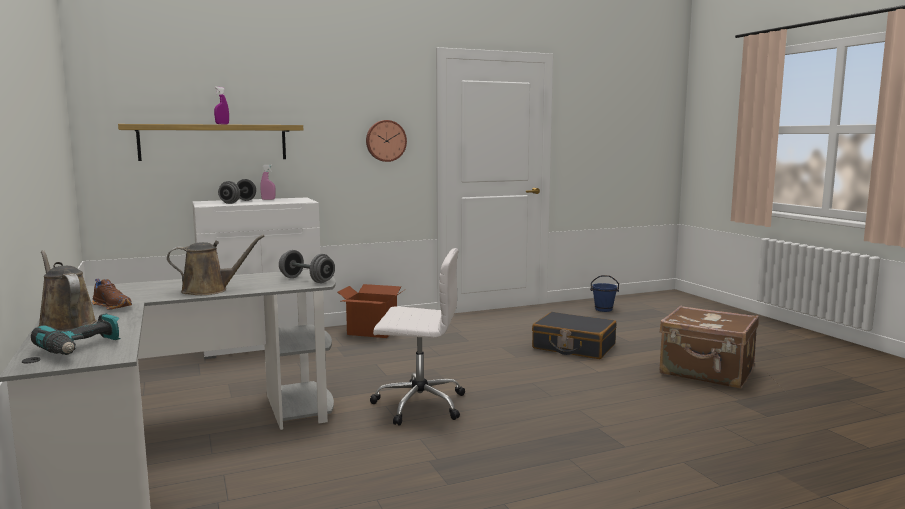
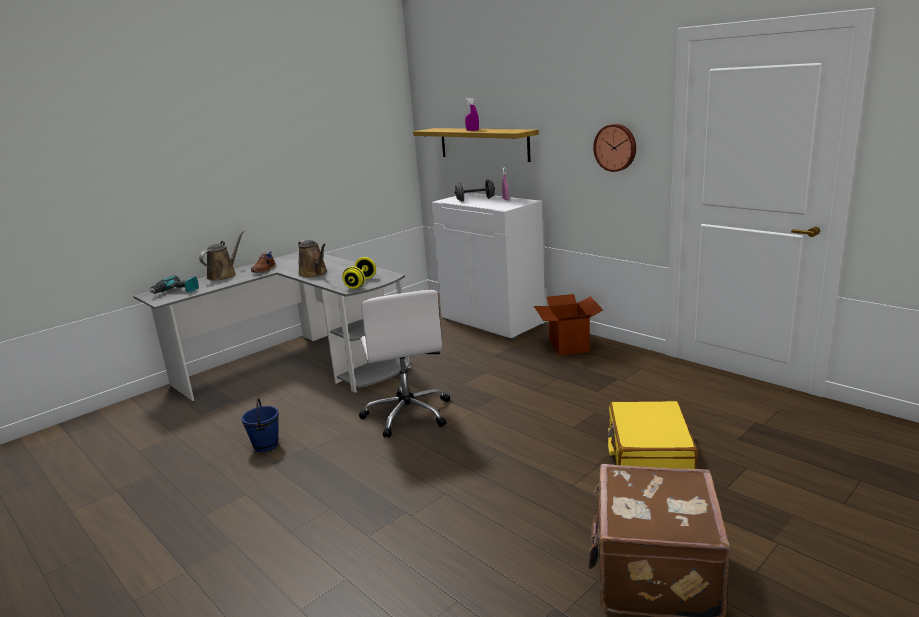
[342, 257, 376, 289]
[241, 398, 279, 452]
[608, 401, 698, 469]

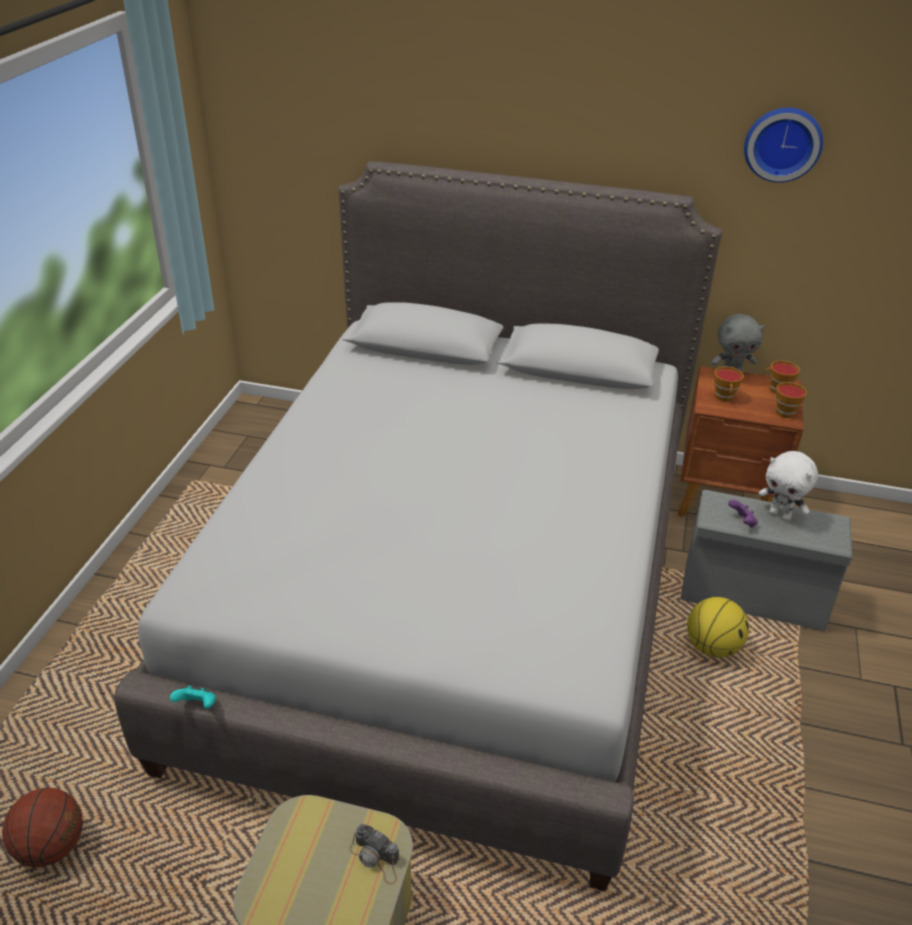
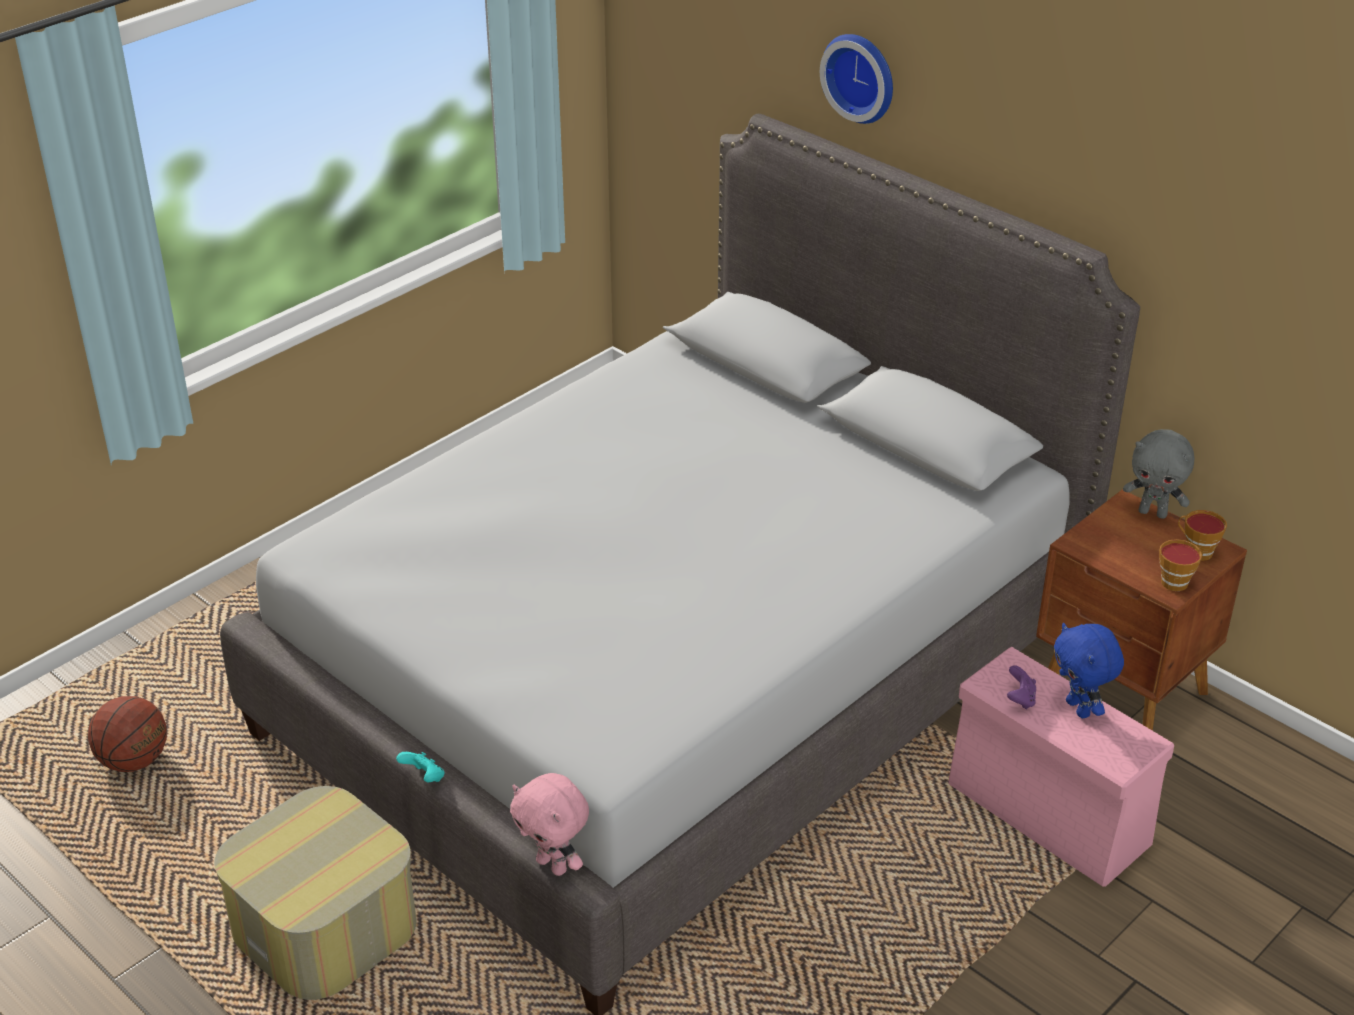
[820, 34, 893, 124]
[714, 366, 744, 402] (first image)
[1054, 623, 1124, 718]
[948, 647, 1174, 887]
[687, 597, 749, 658] (first image)
[396, 752, 444, 782]
[349, 824, 399, 885] (first image)
[510, 773, 589, 876]

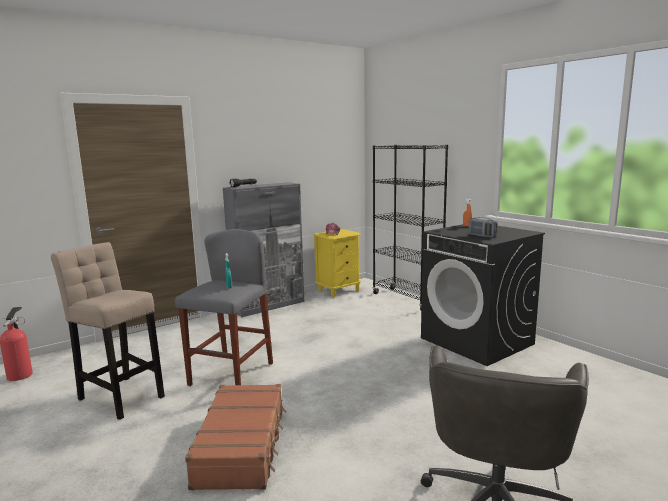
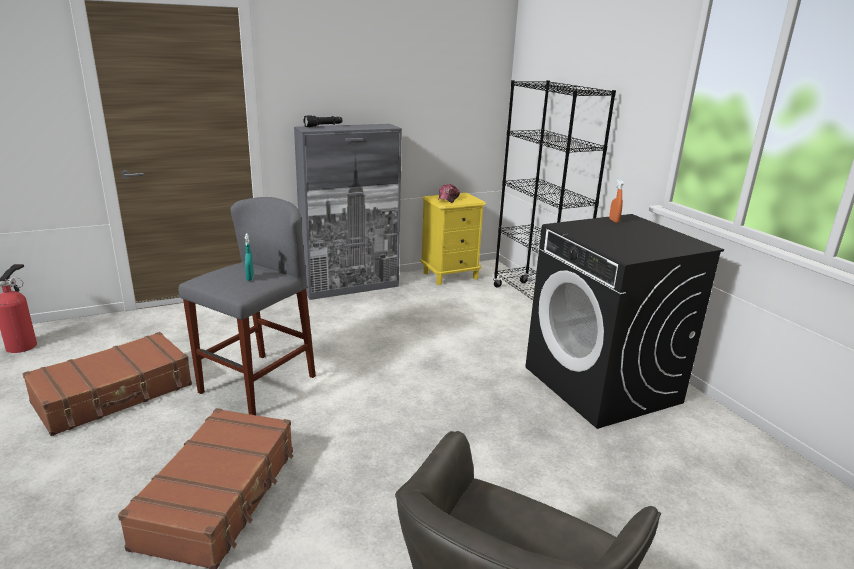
[469, 217, 498, 238] (first image)
[22, 332, 192, 436]

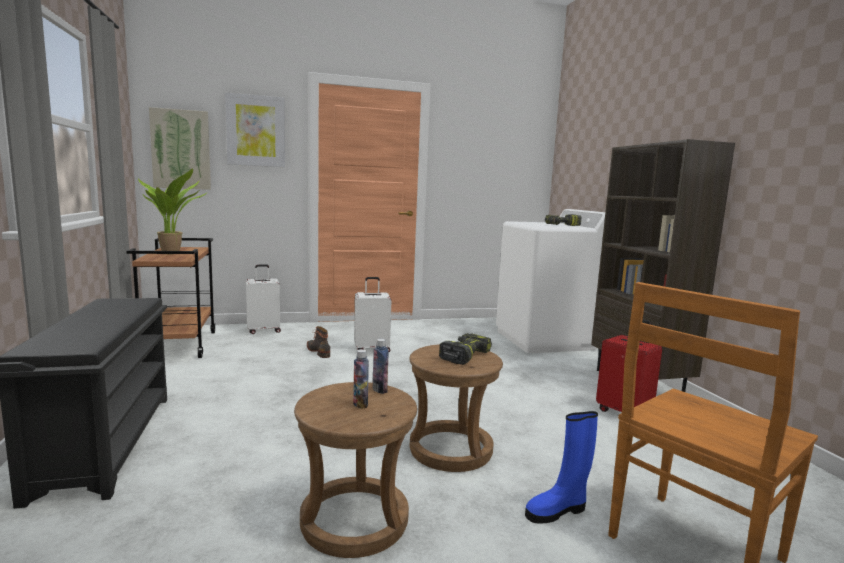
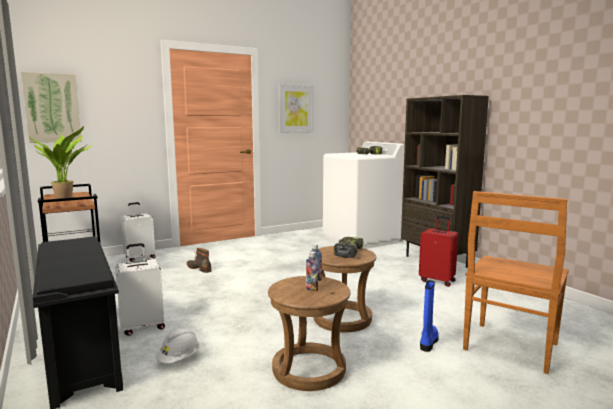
[278, 84, 313, 133]
[115, 243, 165, 336]
[420, 280, 439, 352]
[155, 328, 200, 363]

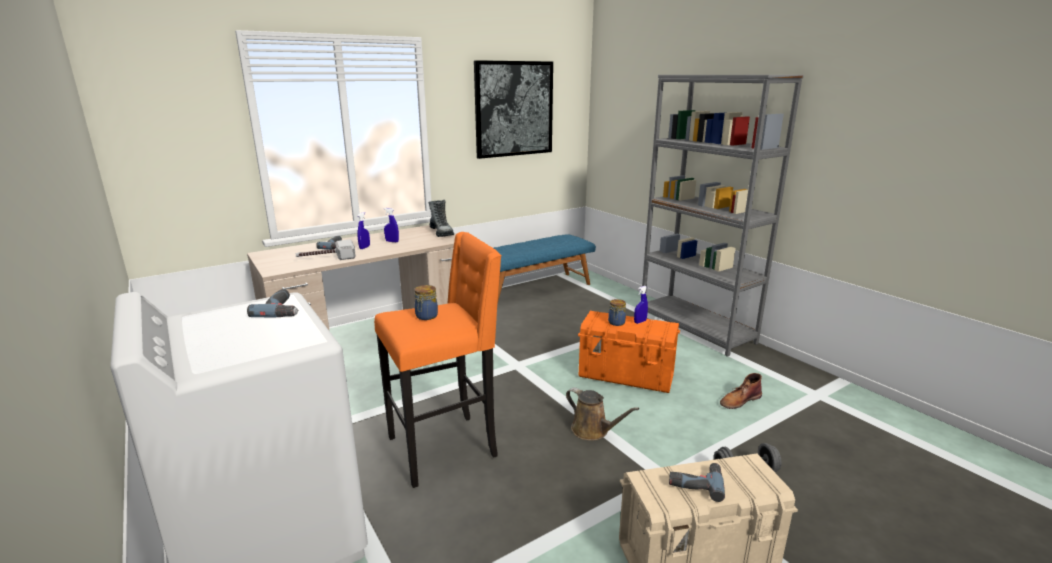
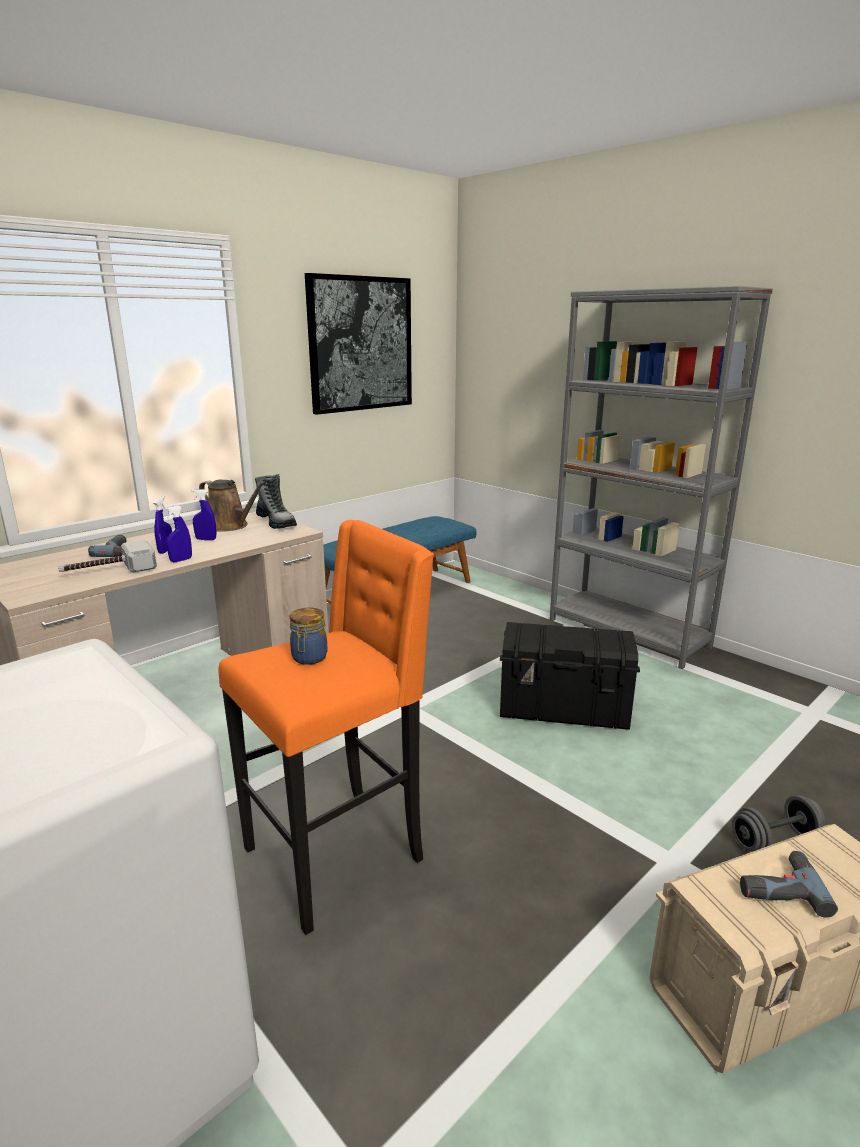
[164, 505, 192, 562]
[247, 289, 298, 317] (first image)
[608, 299, 626, 326] (first image)
[500, 622, 640, 730]
[720, 373, 762, 409] (first image)
[199, 479, 266, 532]

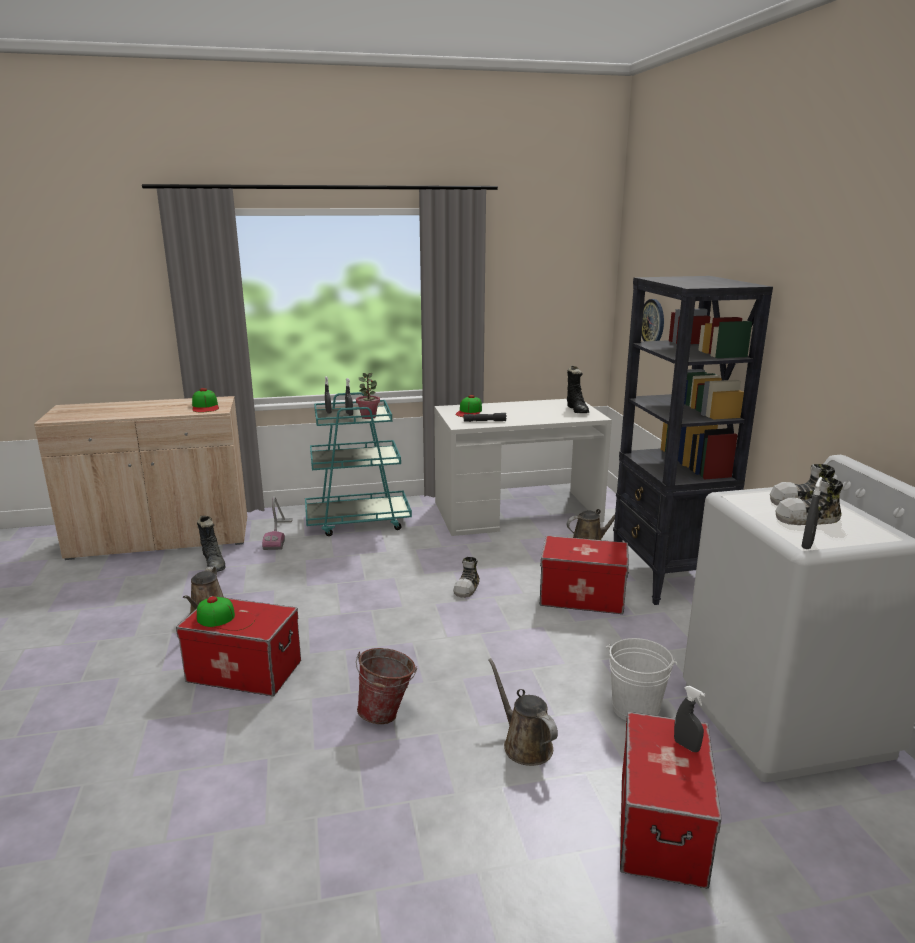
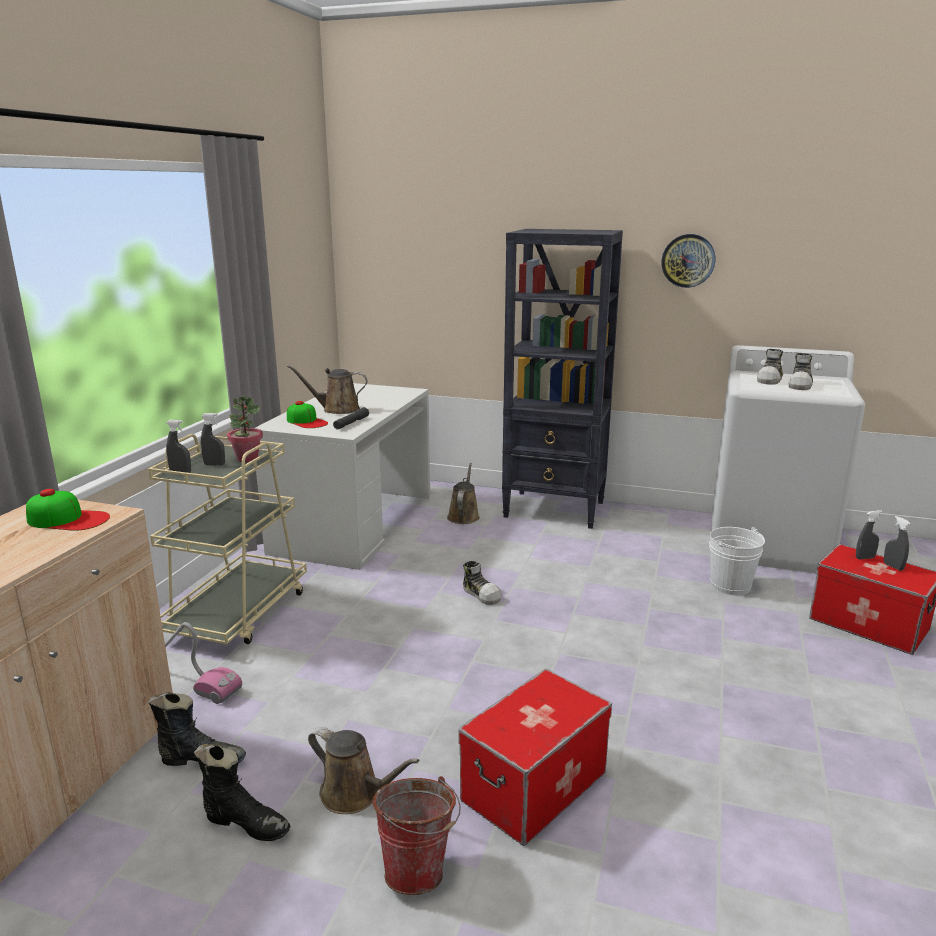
[662, 234, 715, 288]
[194, 744, 290, 841]
[148, 434, 307, 644]
[884, 516, 911, 571]
[540, 536, 629, 614] (first image)
[197, 596, 255, 631] (first image)
[373, 776, 461, 895]
[287, 365, 368, 414]

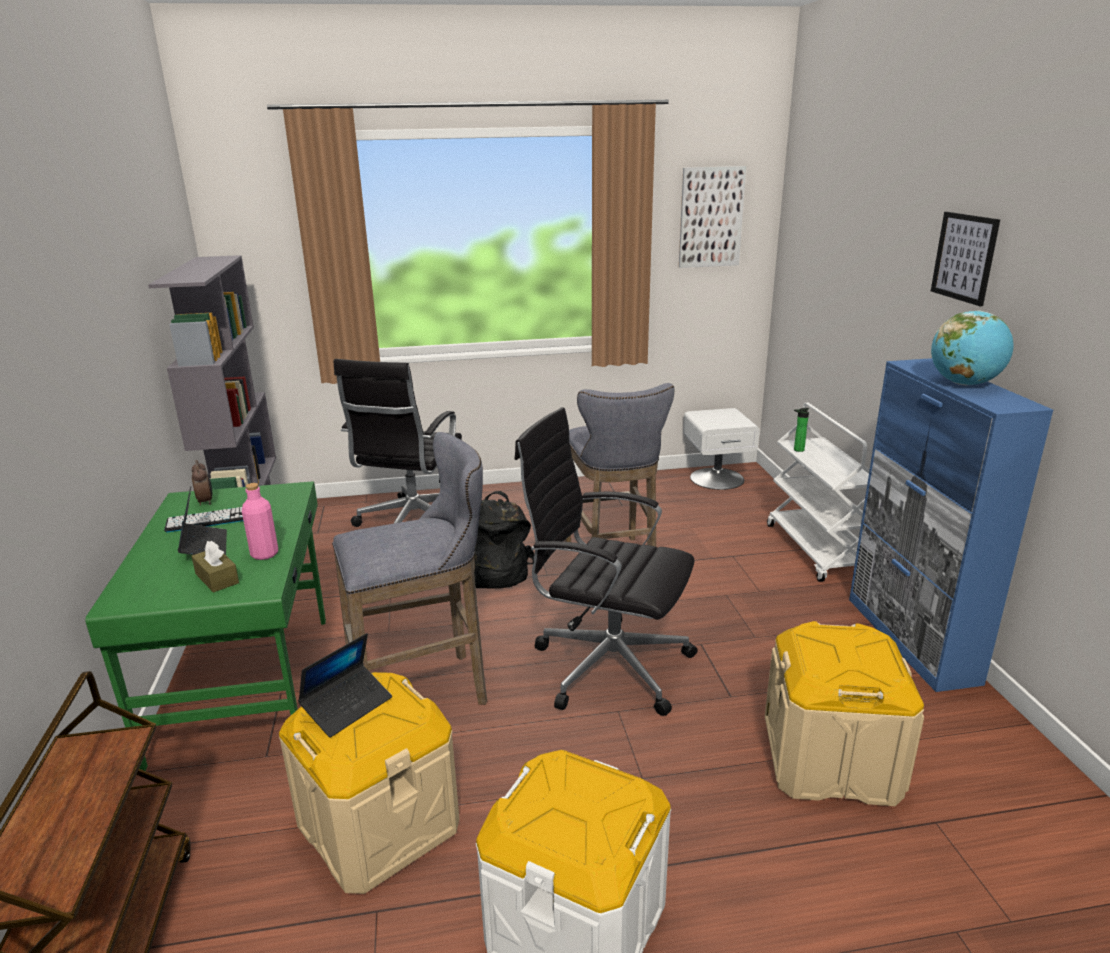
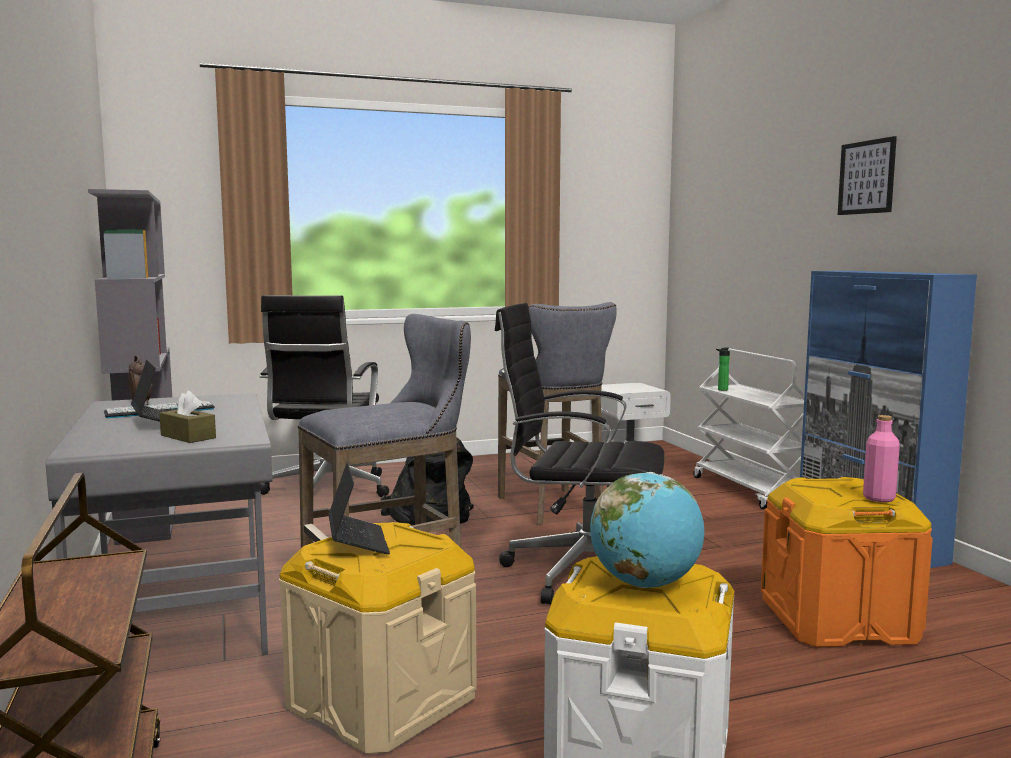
[679, 166, 746, 268] (first image)
[590, 472, 705, 588]
[46, 393, 272, 655]
[863, 415, 900, 502]
[761, 477, 933, 647]
[328, 462, 390, 554]

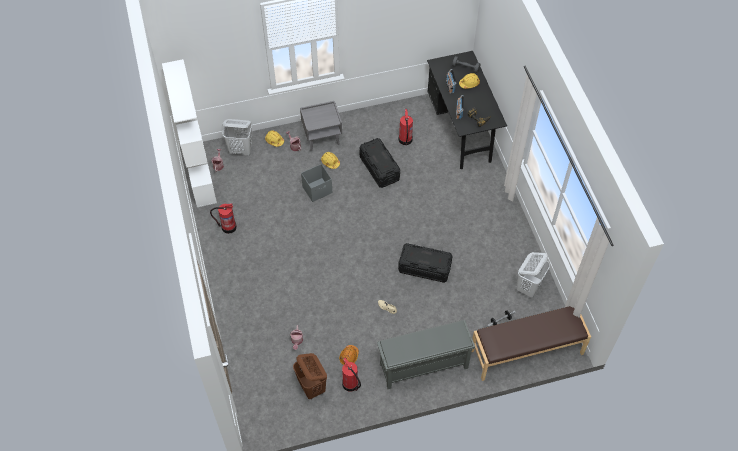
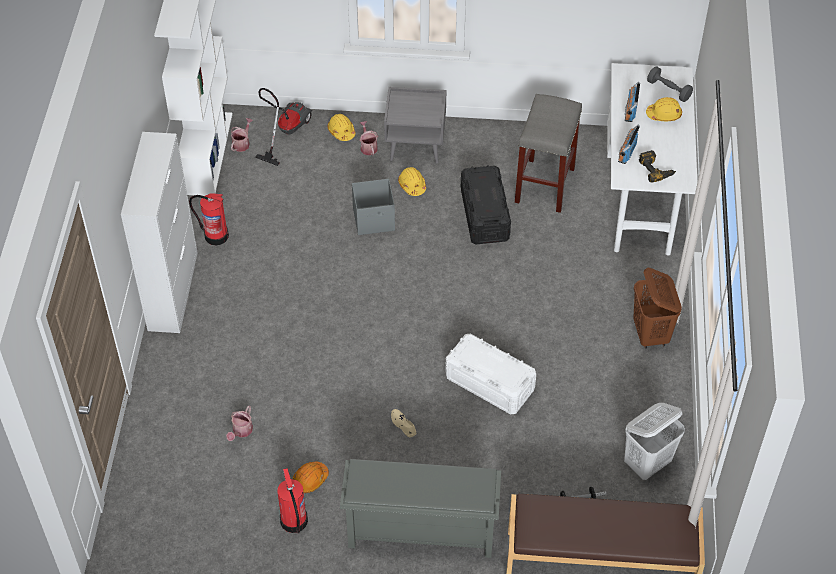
[607, 63, 697, 256]
[515, 94, 582, 213]
[255, 88, 312, 166]
[445, 333, 536, 414]
[633, 268, 682, 349]
[121, 132, 198, 333]

